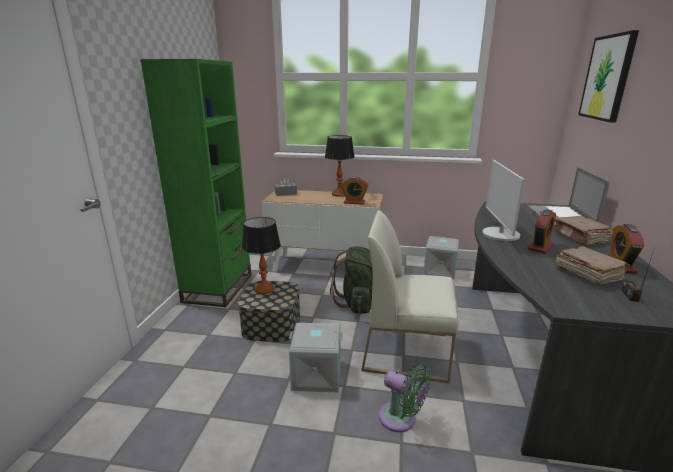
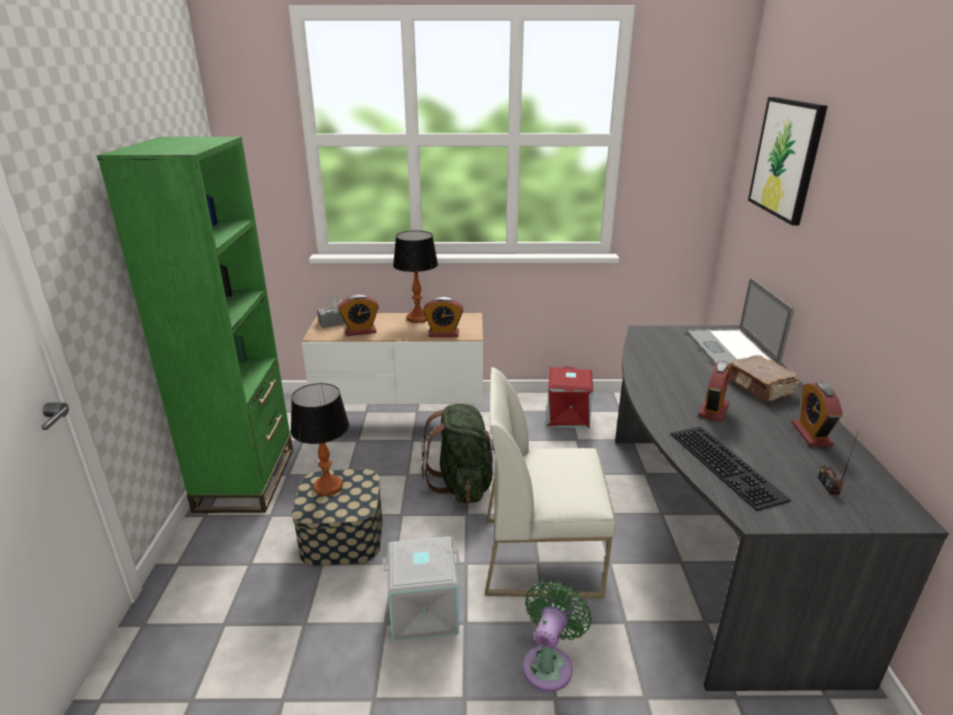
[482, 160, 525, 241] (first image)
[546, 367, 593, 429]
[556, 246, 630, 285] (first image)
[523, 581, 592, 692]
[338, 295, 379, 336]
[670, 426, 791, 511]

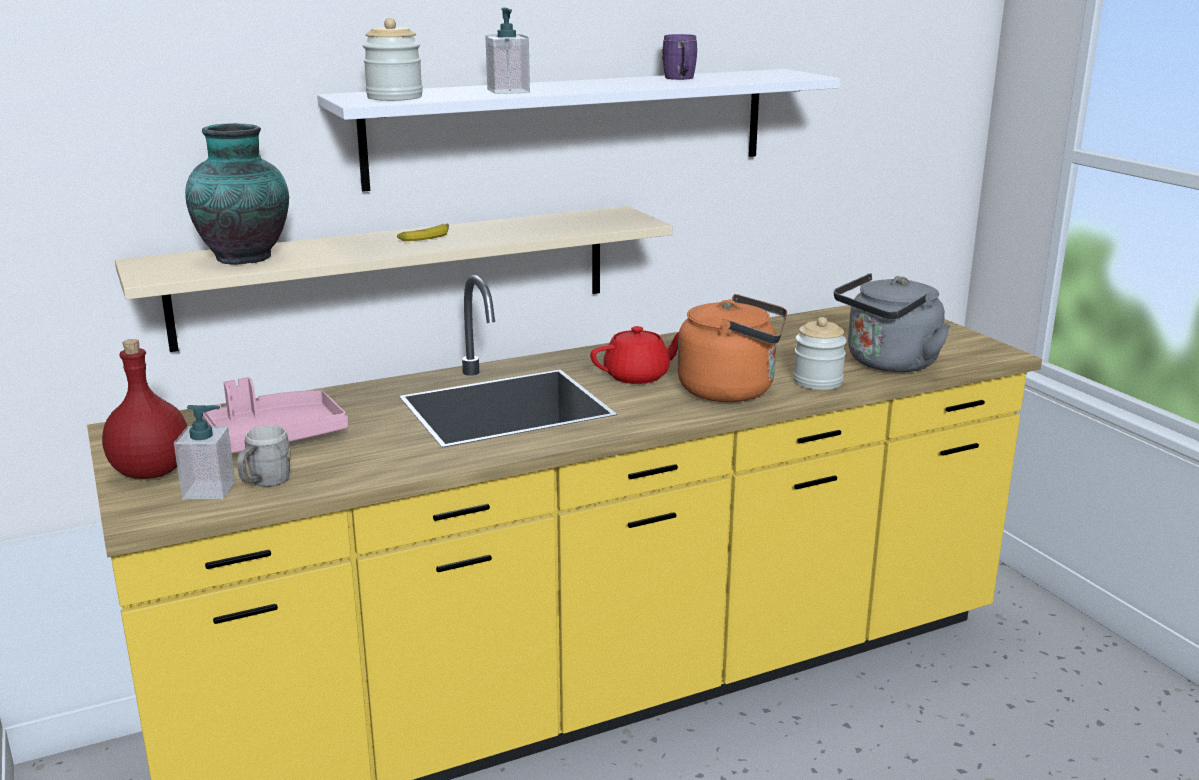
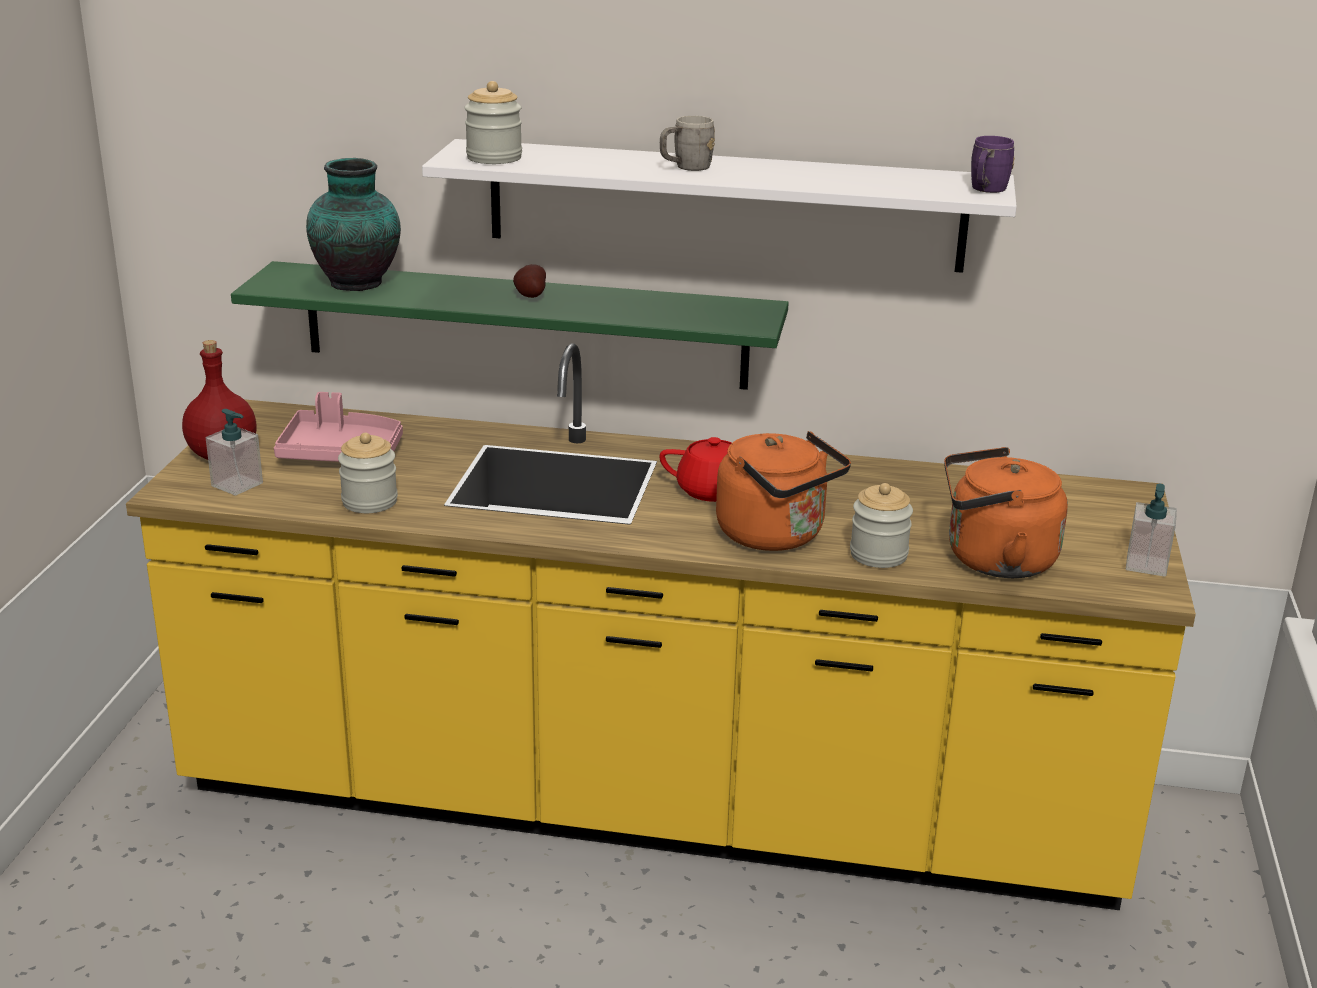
[1126, 484, 1177, 577]
[971, 136, 1015, 193]
[231, 261, 789, 390]
[513, 264, 546, 298]
[944, 447, 1068, 578]
[660, 116, 715, 171]
[338, 433, 398, 513]

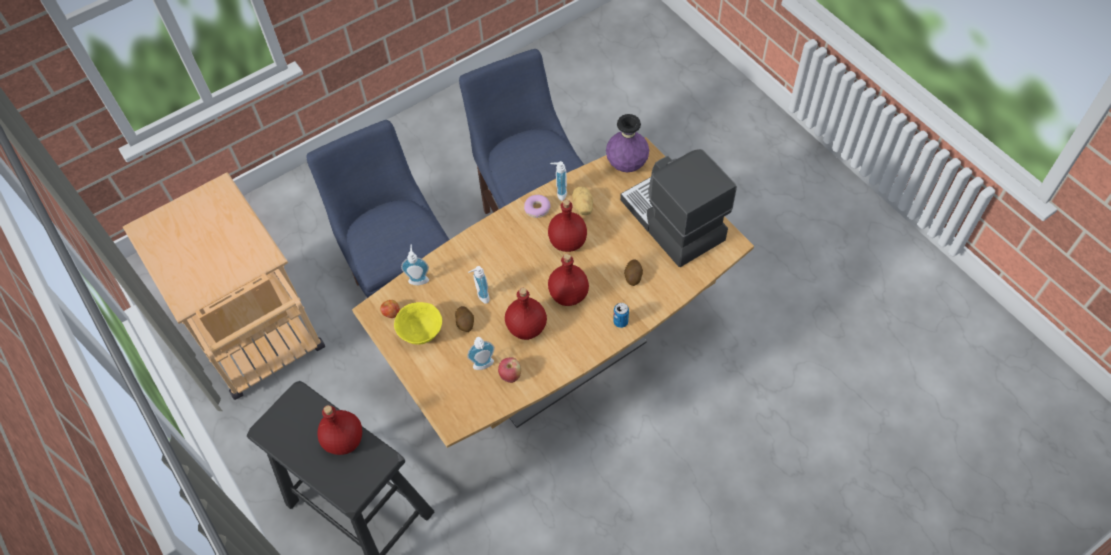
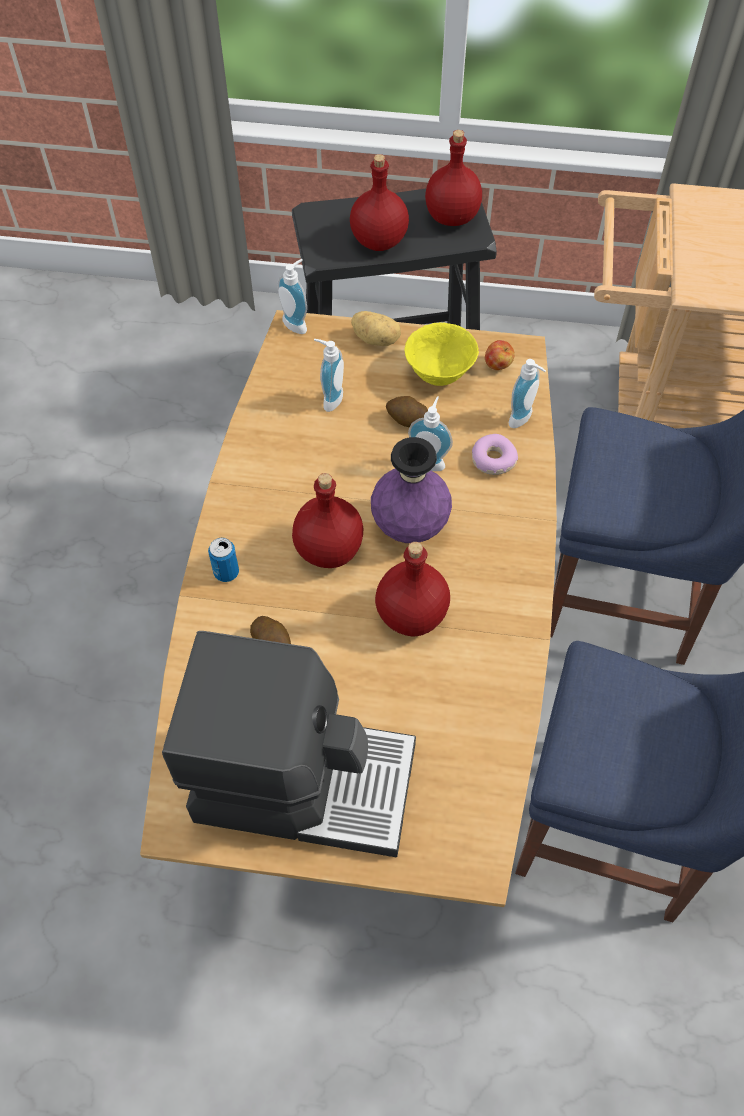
[371, 437, 452, 543]
[277, 259, 307, 334]
[351, 311, 401, 346]
[472, 434, 518, 475]
[425, 130, 482, 226]
[498, 357, 521, 383] (first image)

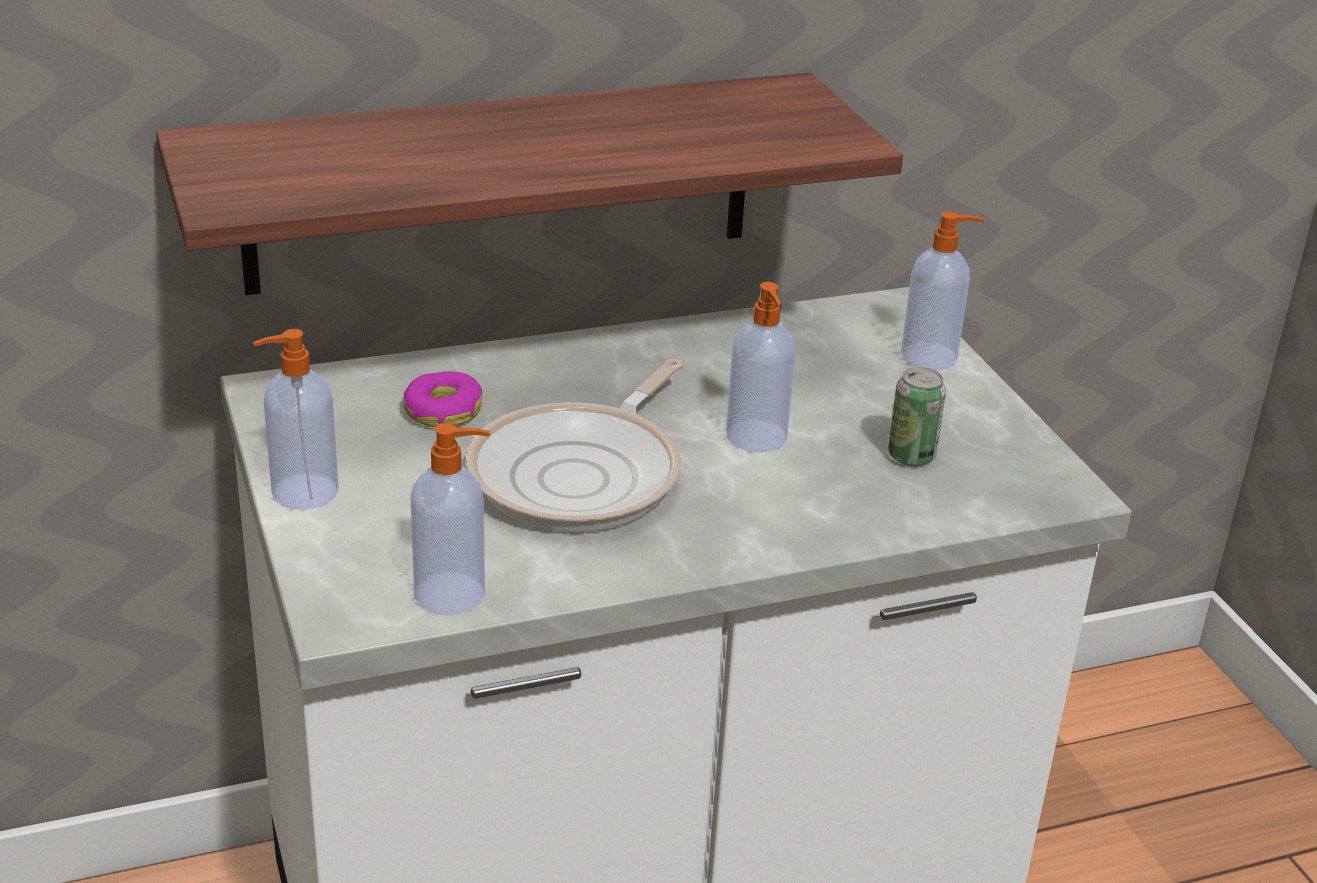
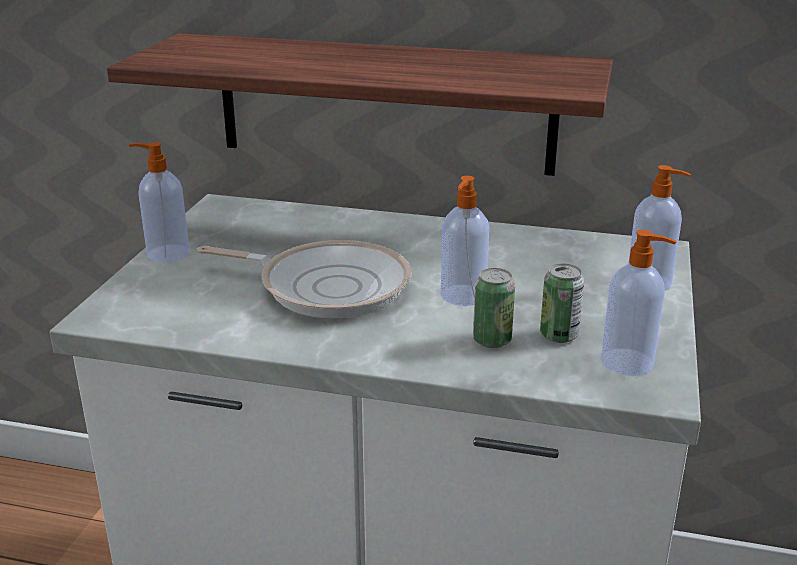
[197, 240, 411, 318]
[403, 371, 482, 427] (first image)
[601, 230, 677, 376]
[473, 268, 515, 348]

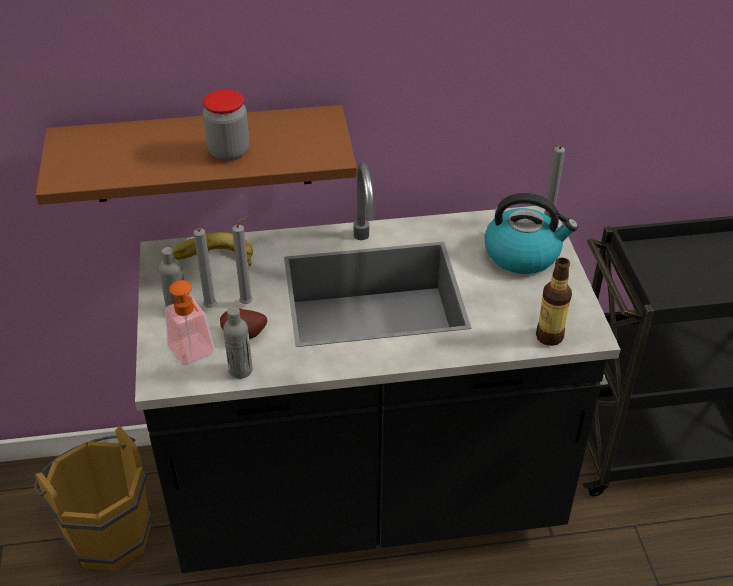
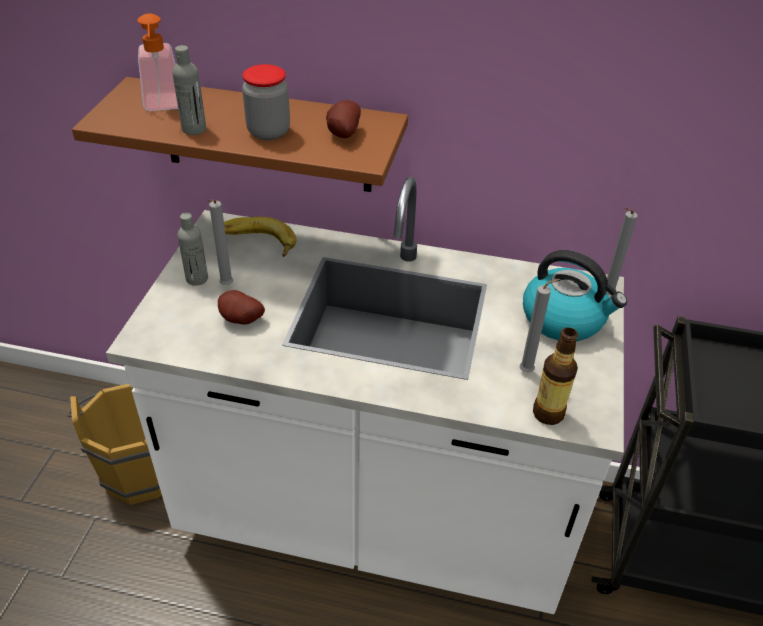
[106, 177, 624, 614]
[519, 279, 561, 373]
[137, 14, 178, 111]
[172, 45, 206, 135]
[326, 100, 361, 138]

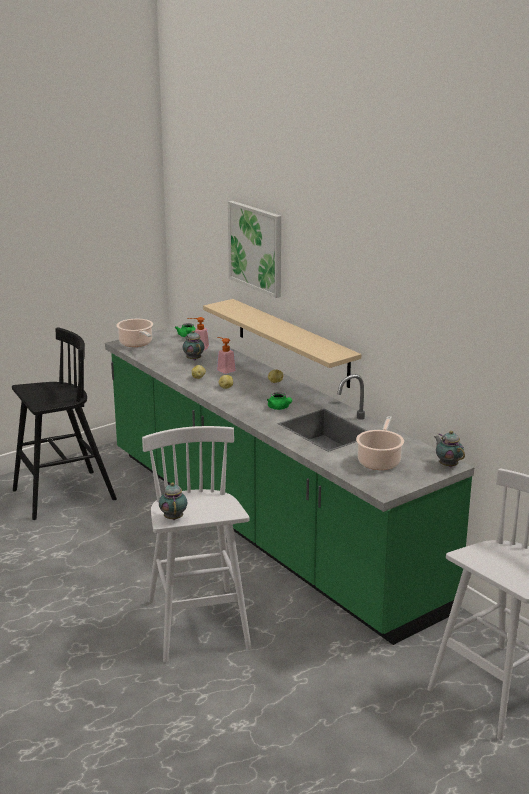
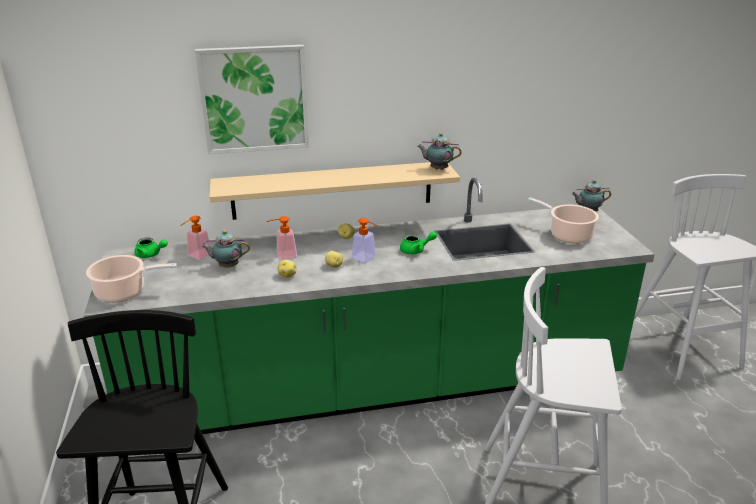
[417, 133, 462, 170]
[352, 218, 378, 262]

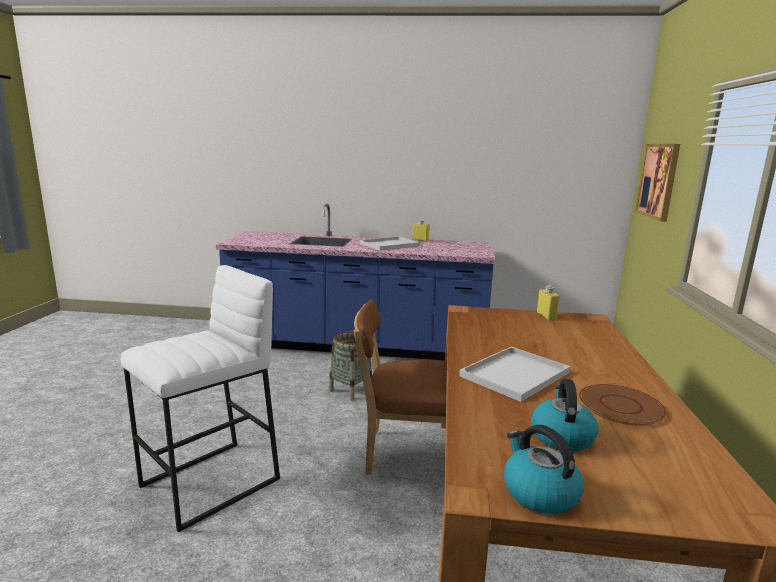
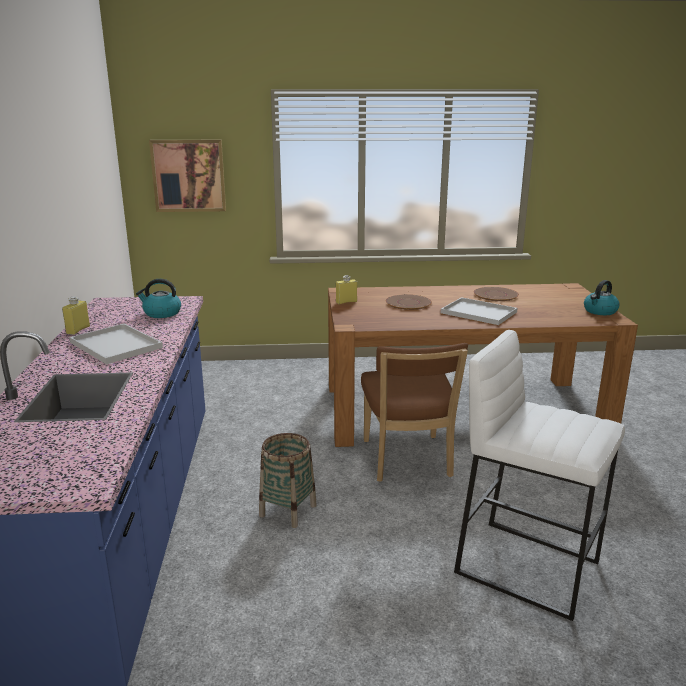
[136, 279, 181, 318]
[386, 294, 432, 310]

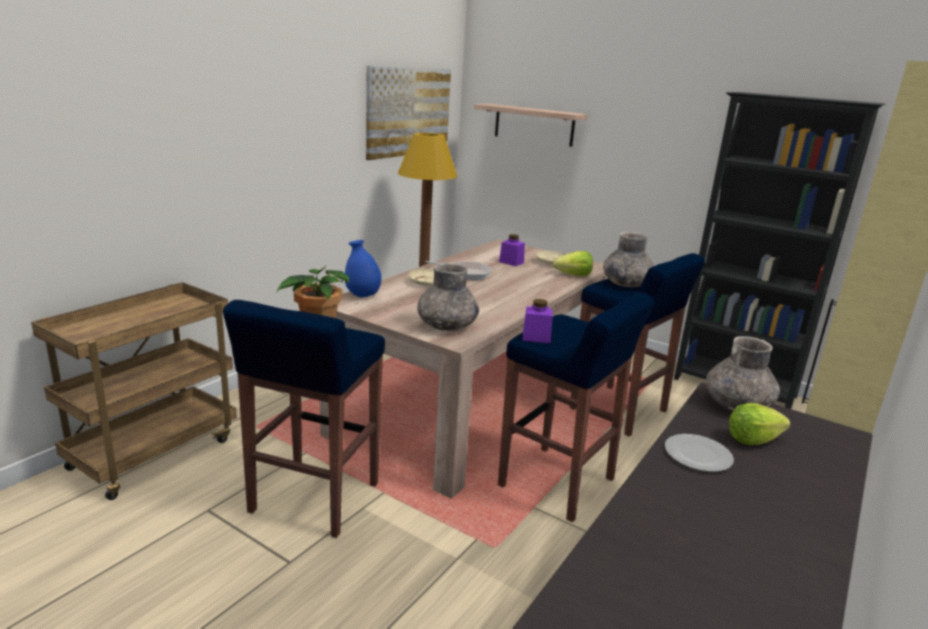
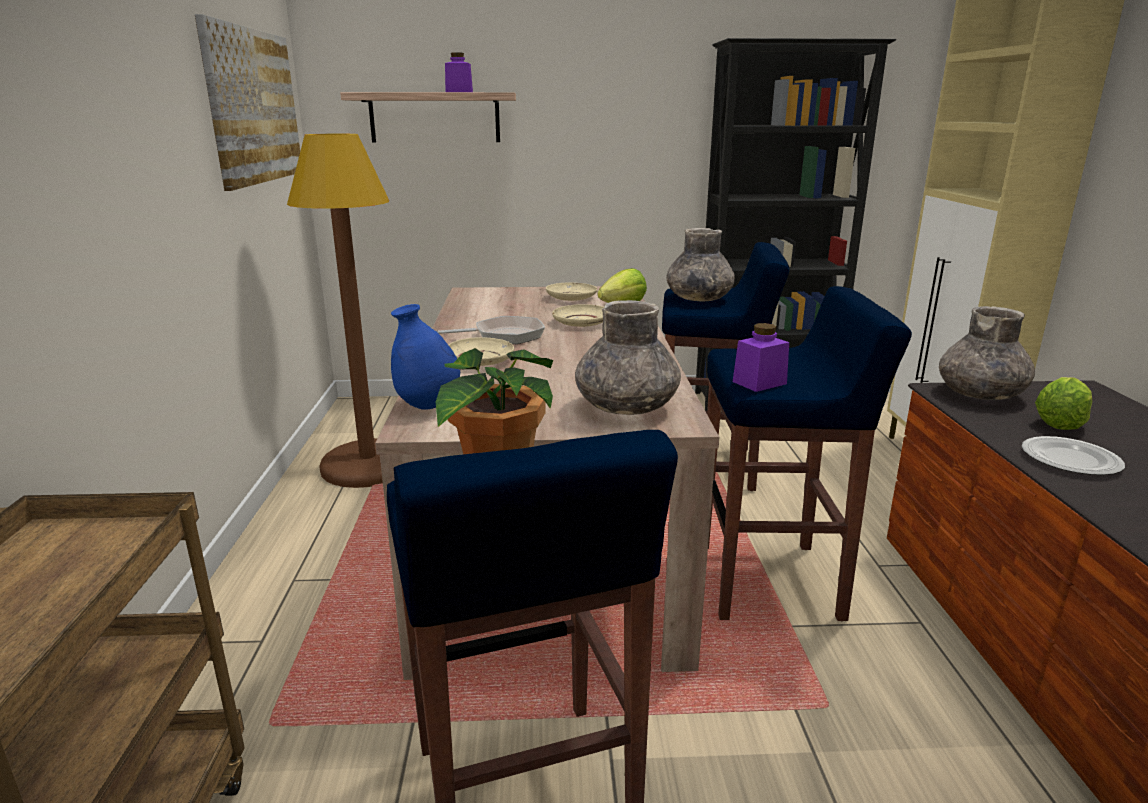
[445, 52, 473, 92]
[552, 304, 604, 327]

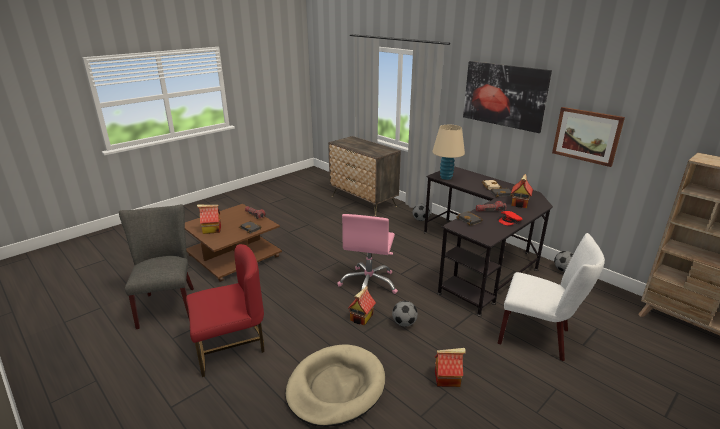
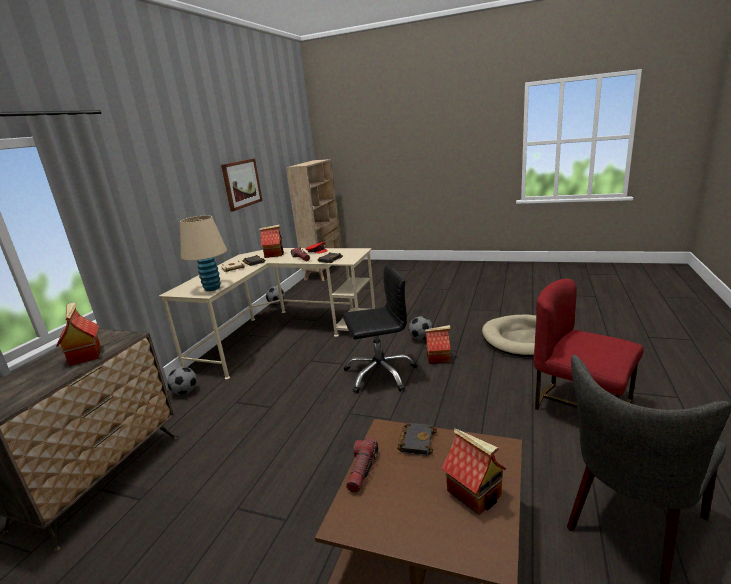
[463, 61, 552, 133] (first image)
[159, 248, 375, 380]
[343, 264, 417, 393]
[498, 233, 605, 361] (first image)
[56, 302, 101, 366]

